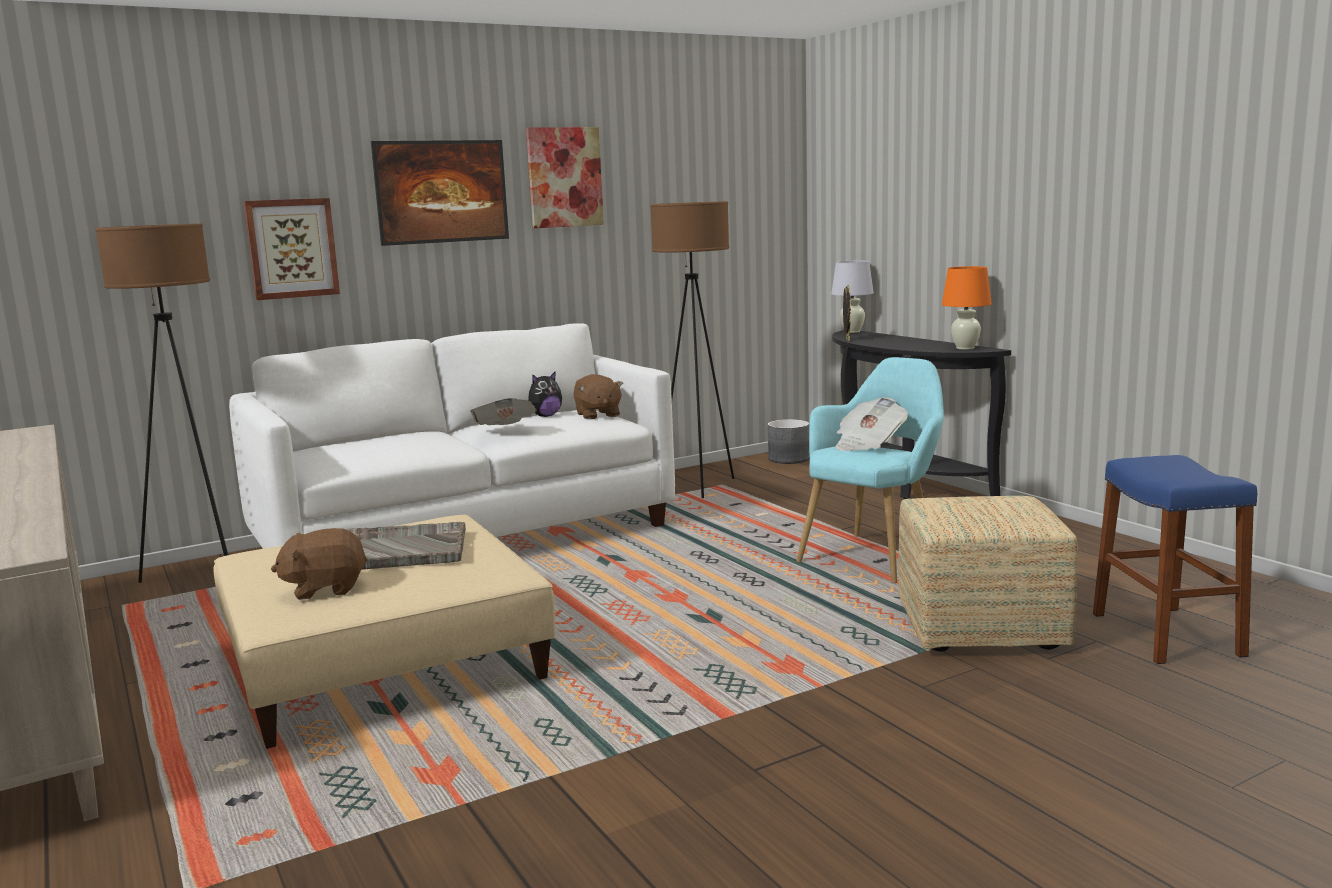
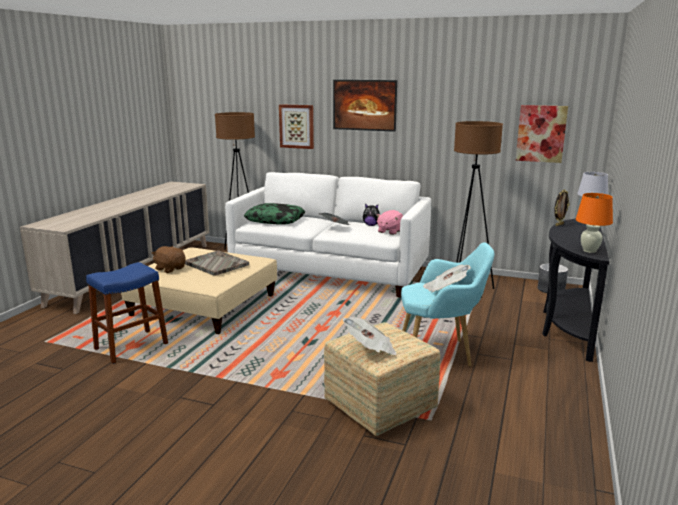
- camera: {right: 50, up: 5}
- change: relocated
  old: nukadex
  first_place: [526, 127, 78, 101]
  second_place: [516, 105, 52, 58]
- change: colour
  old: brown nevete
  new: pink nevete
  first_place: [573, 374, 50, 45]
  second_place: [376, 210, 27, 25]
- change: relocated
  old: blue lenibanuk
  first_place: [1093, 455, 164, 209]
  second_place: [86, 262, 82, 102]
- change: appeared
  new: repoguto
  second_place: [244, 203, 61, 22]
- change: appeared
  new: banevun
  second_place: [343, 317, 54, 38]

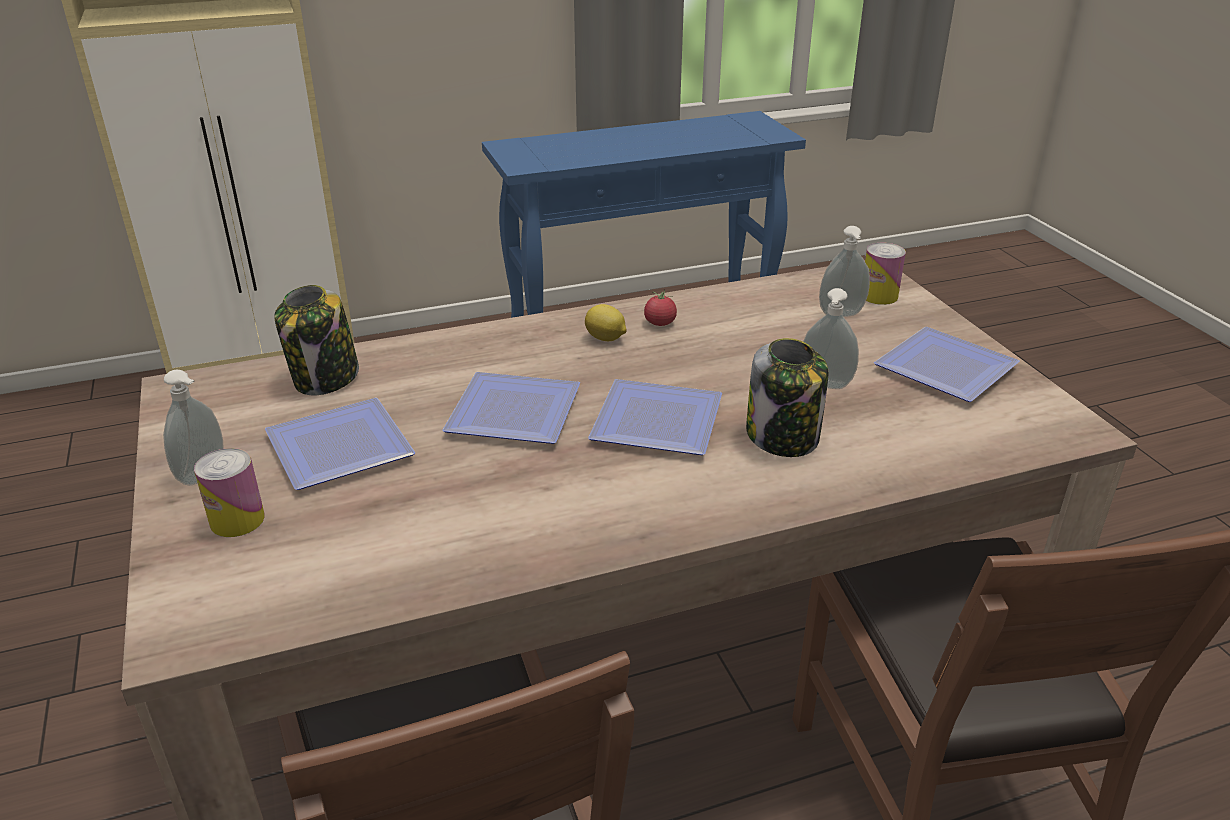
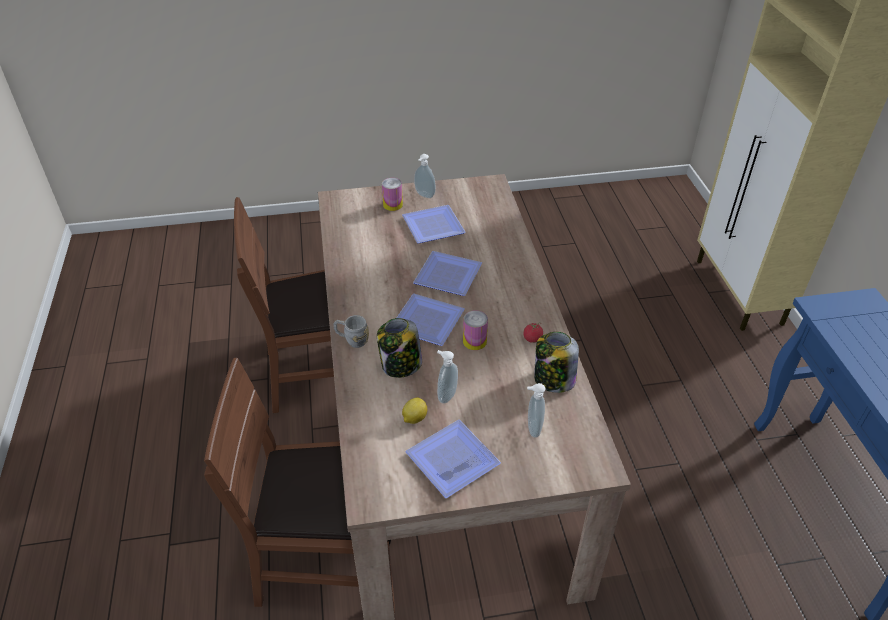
- camera: {right: 100, up: 10}
- change: relocated
  old: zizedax
  first_place: [274, 285, 85, 110]
  second_place: [534, 332, 45, 61]
- change: relocated
  old: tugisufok
  first_place: [585, 304, 41, 37]
  second_place: [402, 398, 25, 26]
- change: relocated
  old: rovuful
  first_place: [865, 243, 41, 62]
  second_place: [463, 310, 25, 40]
- change: appeared
  new: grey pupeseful
  second_place: [333, 315, 36, 33]

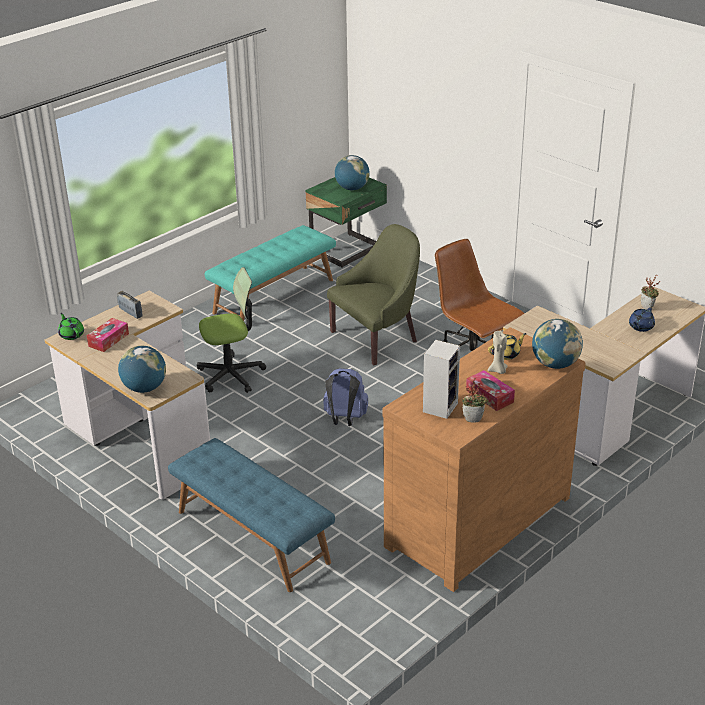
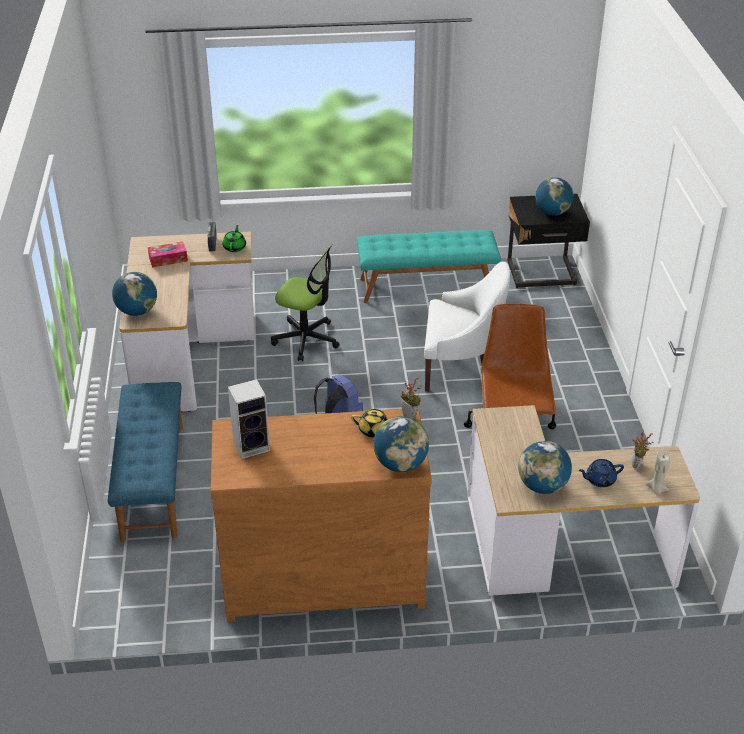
- camera: {right: 40, up: 5}
- change: relocated
  old: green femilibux
  first_place: [58, 313, 26, 27]
  second_place: [222, 225, 24, 27]
- change: colour
  old: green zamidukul
  new: black zamidukul
  first_place: [305, 177, 82, 91]
  second_place: [508, 194, 82, 94]
- change: colour
  old: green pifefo
  new: white pifefo
  first_place: [327, 224, 93, 141]
  second_place: [424, 262, 86, 130]
- change: relocated
  old: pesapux
  first_place: [462, 378, 27, 45]
  second_place: [401, 378, 20, 41]
- change: missing
  old: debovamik
  first_place: [466, 370, 49, 41]
- change: relocated
  old: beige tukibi
  first_place: [488, 331, 20, 43]
  second_place: [646, 451, 24, 44]
- change: appeared
  new: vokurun
  second_place: [518, 441, 54, 53]

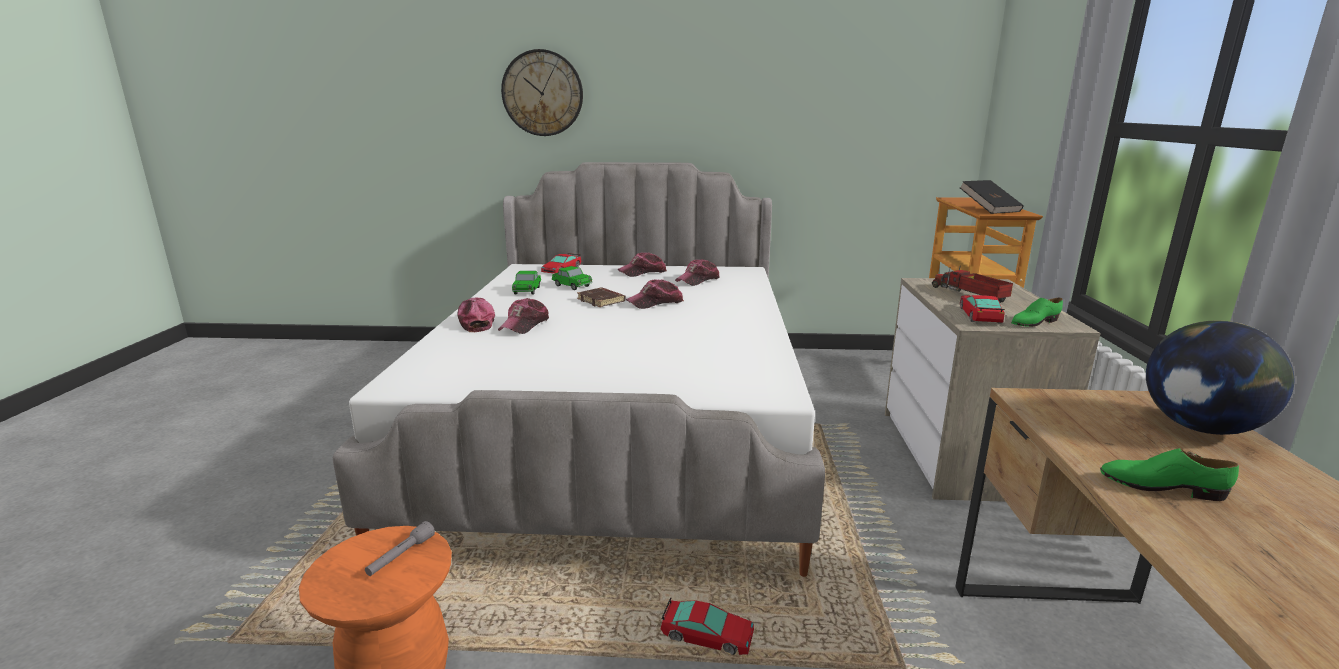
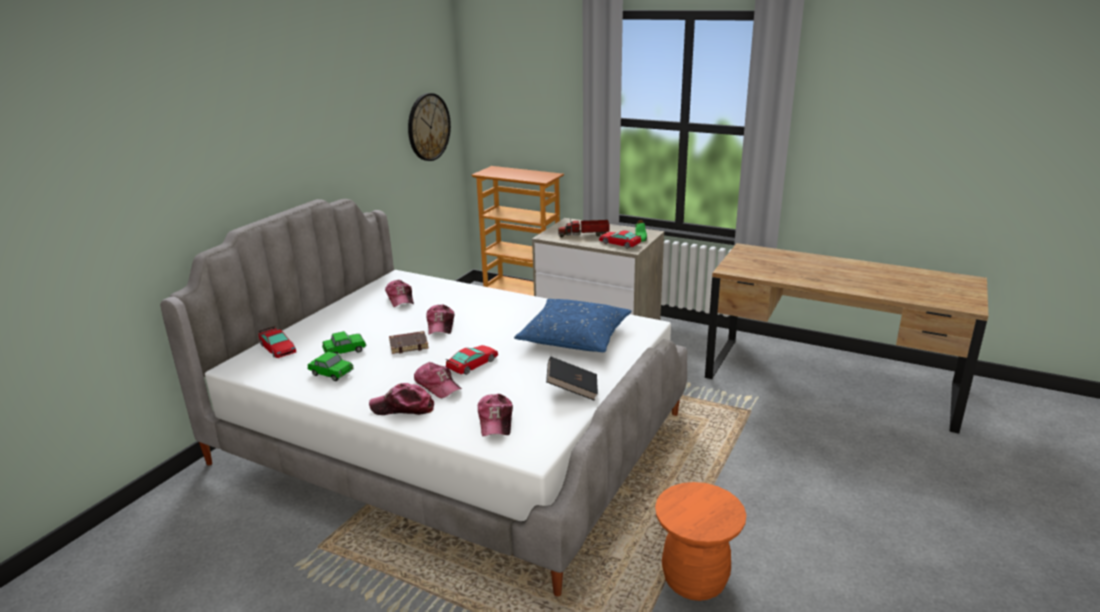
- camera: {right: -65, up: 5}
- change: missing
  old: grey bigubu
  first_place: [365, 521, 70, 55]
- change: relocated
  old: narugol
  first_place: [501, 49, 82, 87]
  second_place: [408, 93, 43, 68]
- change: relocated
  old: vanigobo
  first_place: [618, 253, 49, 24]
  second_place: [478, 394, 35, 42]
- change: relocated
  old: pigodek
  first_place: [661, 598, 93, 57]
  second_place: [446, 345, 52, 30]
- change: relocated
  old: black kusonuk
  first_place: [960, 180, 64, 34]
  second_place: [546, 357, 52, 44]
- change: missing
  old: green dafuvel
  first_place: [1100, 448, 139, 53]
- change: missing
  old: vokurun
  first_place: [1146, 320, 148, 115]
- change: appeared
  new: blue repoguto
  second_place: [514, 299, 118, 53]

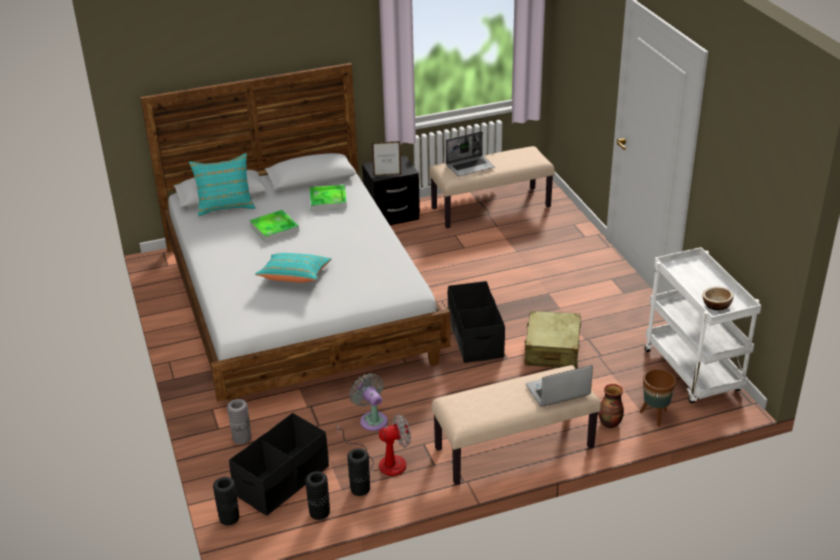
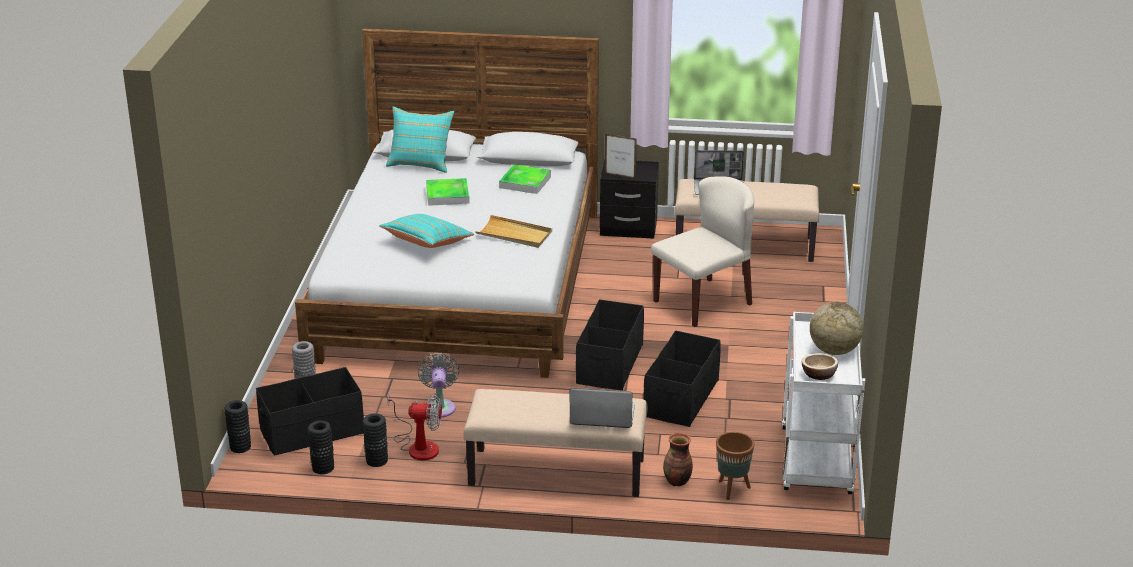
- camera: {right: 25, up: -5}
- change: exchanged
  old: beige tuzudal
  new: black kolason
  first_place: [525, 311, 56, 58]
  second_place: [643, 330, 78, 97]
- change: appeared
  new: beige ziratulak
  second_place: [475, 215, 77, 33]
- change: appeared
  new: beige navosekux
  second_place: [651, 176, 103, 151]
- change: appeared
  new: vokurun
  second_place: [810, 302, 54, 53]

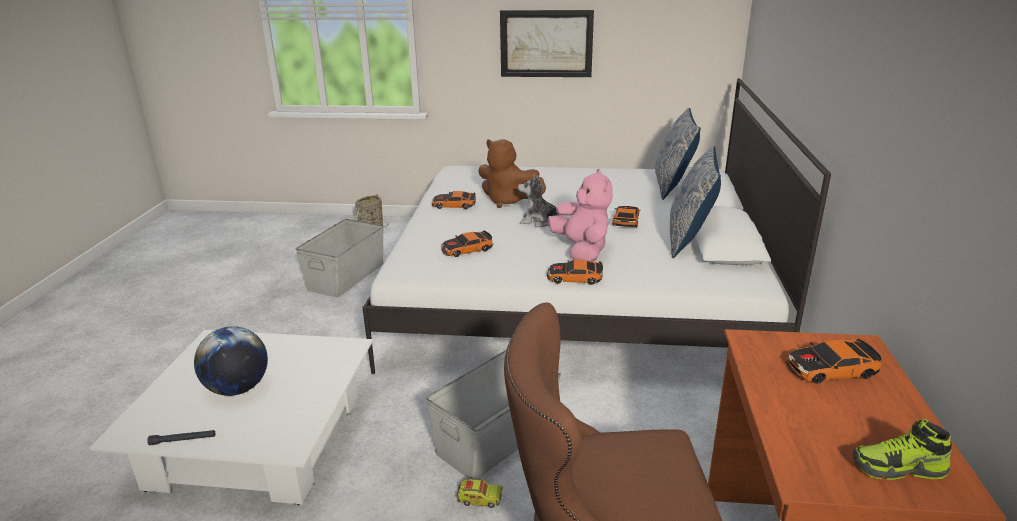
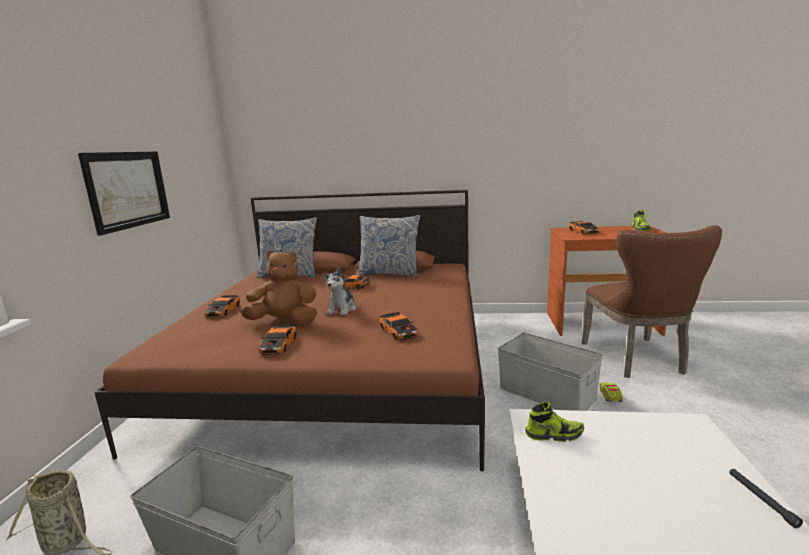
- camera: {right: -90, up: -10}
- change: missing
  old: vokurun
  first_place: [194, 326, 74, 70]
- change: colour
  old: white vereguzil
  new: brown vereguzil
  first_place: [362, 78, 469, 296]
  second_place: [94, 190, 391, 281]
- change: spun
  old: brown nevete
  first_place: [478, 139, 68, 69]
  second_place: [240, 250, 77, 74]
  degrees: -120
- change: relocated
  old: pigodek
  first_place: [547, 260, 56, 25]
  second_place: [205, 295, 35, 22]
- change: missing
  old: pink nevete
  first_place: [548, 169, 65, 93]
- change: appeared
  new: dafuvel
  second_place: [525, 402, 59, 40]

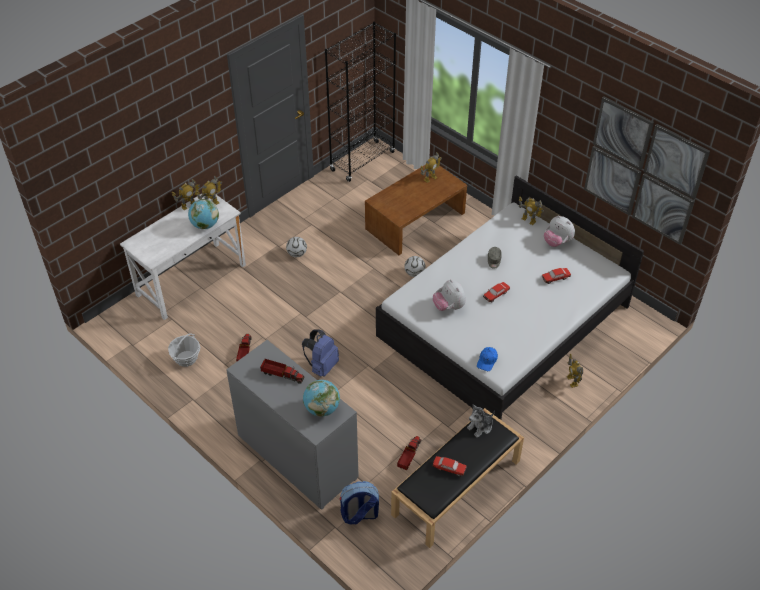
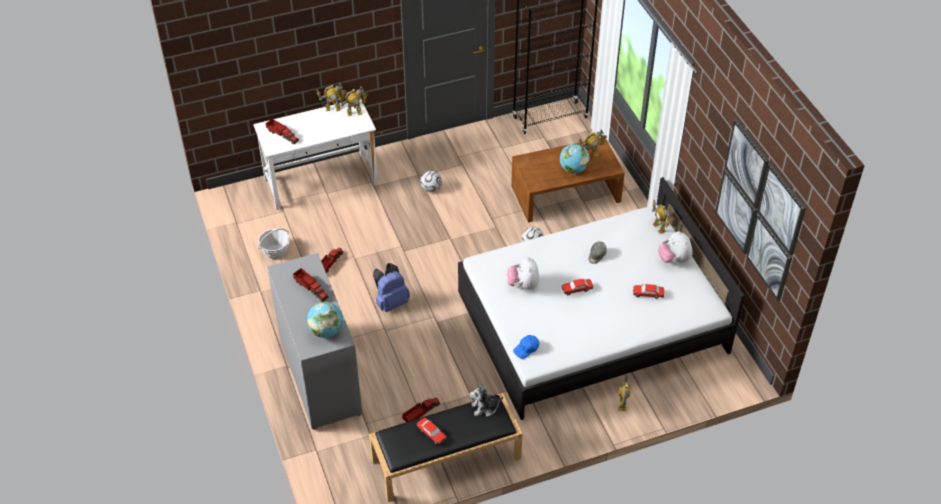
- camera: {right: 25, up: 0}
- change: relocated
  old: vokurun
  first_place: [188, 199, 31, 30]
  second_place: [560, 143, 30, 31]
- change: missing
  old: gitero
  first_place: [340, 481, 39, 43]
- change: appeared
  new: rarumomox
  second_place: [266, 119, 33, 26]

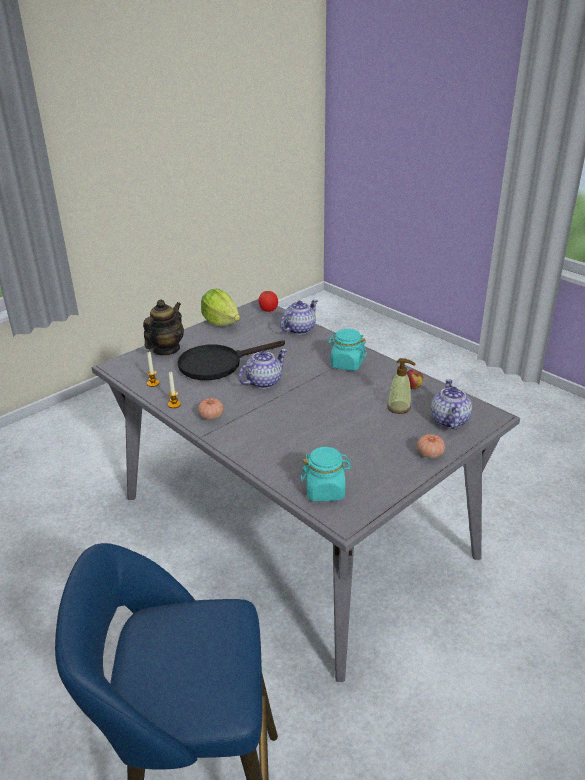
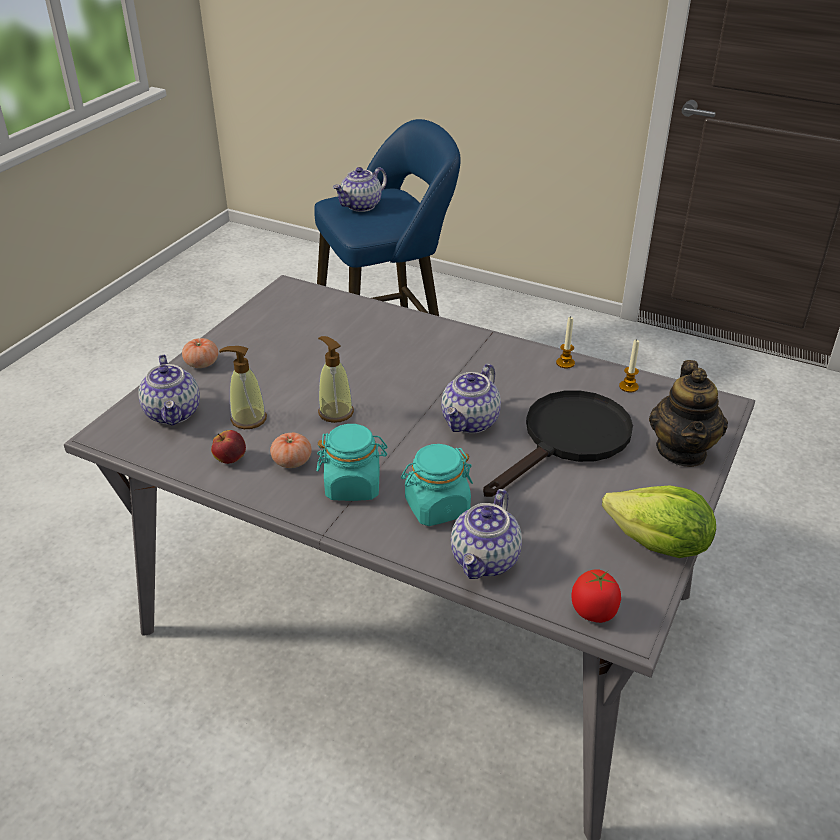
- camera: {right: 160, up: 5}
- change: relocated
  old: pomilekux
  first_place: [198, 398, 26, 22]
  second_place: [270, 433, 42, 35]
- change: relocated
  old: turquoise zizedax
  first_place: [301, 447, 51, 54]
  second_place: [401, 444, 72, 82]
- change: appeared
  new: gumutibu
  second_place: [318, 336, 36, 87]
- change: appeared
  new: femilibux
  second_place: [333, 167, 54, 45]

